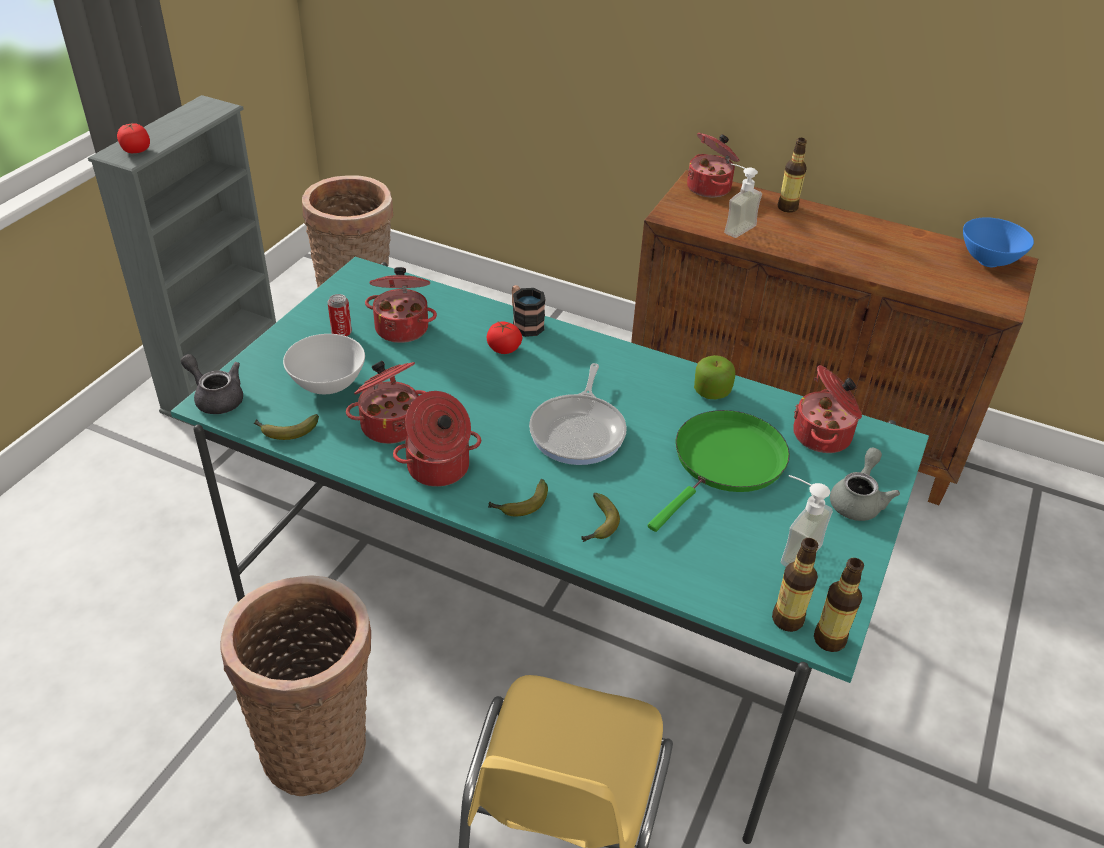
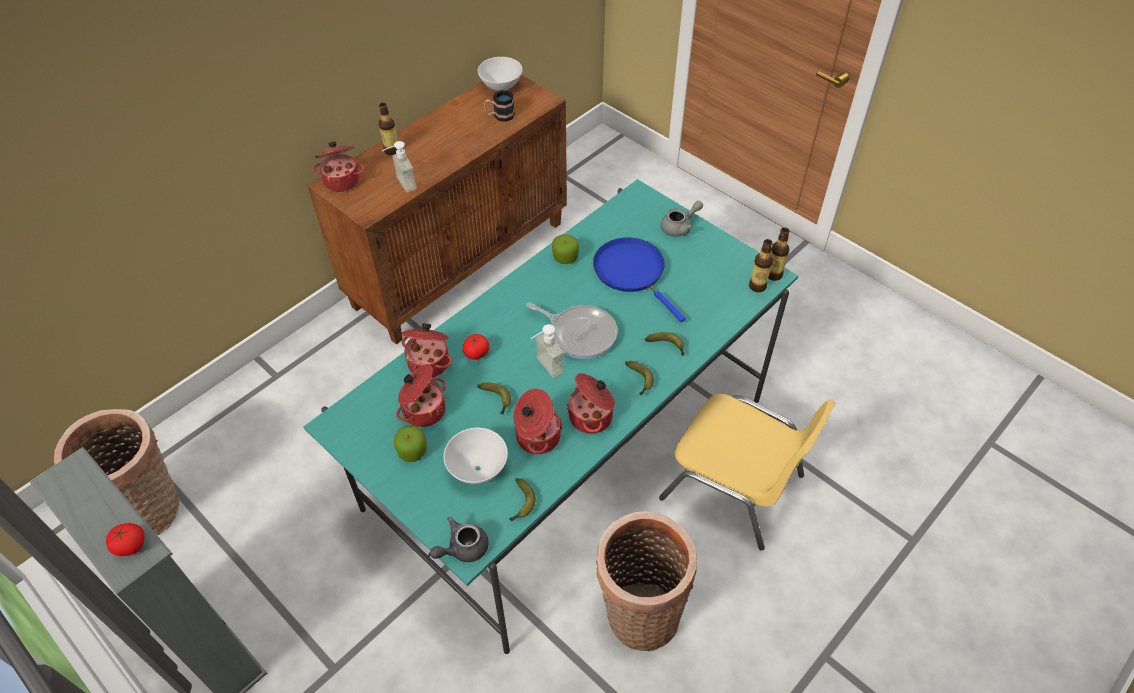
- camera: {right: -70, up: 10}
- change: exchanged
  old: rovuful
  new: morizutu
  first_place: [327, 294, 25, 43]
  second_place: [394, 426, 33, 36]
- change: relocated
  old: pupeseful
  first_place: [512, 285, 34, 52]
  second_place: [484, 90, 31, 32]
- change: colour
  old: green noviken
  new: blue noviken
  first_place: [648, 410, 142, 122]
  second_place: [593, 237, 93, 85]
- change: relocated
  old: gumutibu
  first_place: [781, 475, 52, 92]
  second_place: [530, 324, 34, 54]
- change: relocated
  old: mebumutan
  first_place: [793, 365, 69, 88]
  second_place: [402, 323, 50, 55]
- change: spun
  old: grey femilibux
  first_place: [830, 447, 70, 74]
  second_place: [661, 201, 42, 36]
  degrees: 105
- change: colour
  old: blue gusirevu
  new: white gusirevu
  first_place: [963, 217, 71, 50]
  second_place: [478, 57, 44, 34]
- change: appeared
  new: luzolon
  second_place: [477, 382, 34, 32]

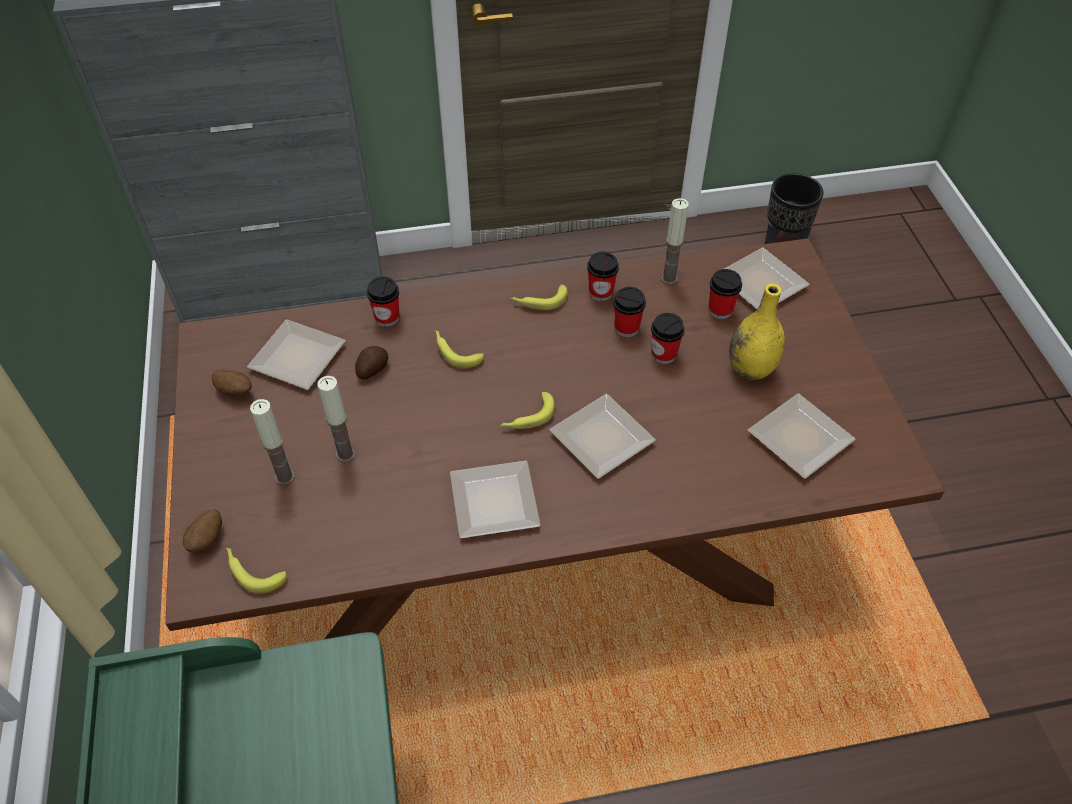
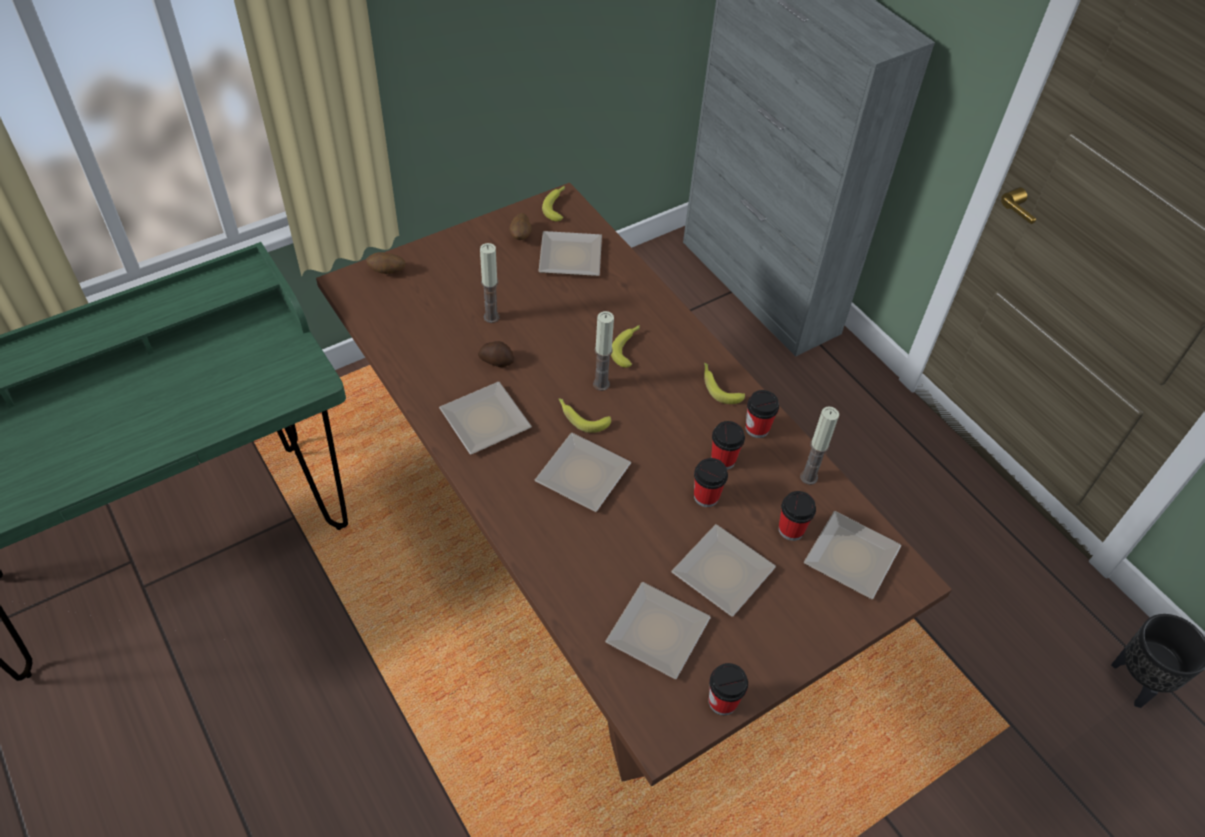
- camera: {right: 65, up: 0}
- change: relocated
  old: luzolon
  first_place: [226, 548, 61, 46]
  second_place: [542, 186, 23, 35]
- change: relocated
  old: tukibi
  first_place: [250, 399, 45, 87]
  second_place: [593, 311, 21, 80]
- change: relocated
  old: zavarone
  first_place: [355, 346, 33, 34]
  second_place: [478, 341, 36, 26]
- change: relocated
  old: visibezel
  first_place: [367, 276, 32, 51]
  second_place: [709, 663, 39, 52]
- change: exchanged
  old: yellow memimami
  new: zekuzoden
  first_place: [729, 283, 56, 97]
  second_place: [671, 524, 105, 93]

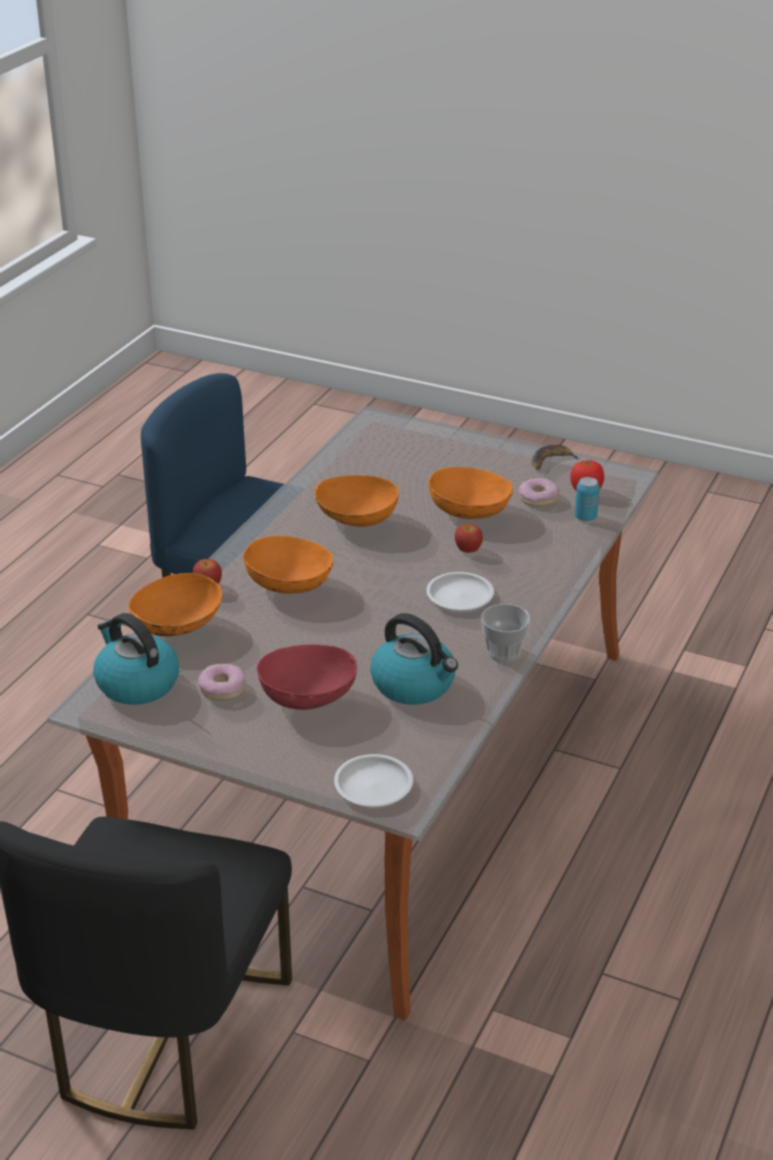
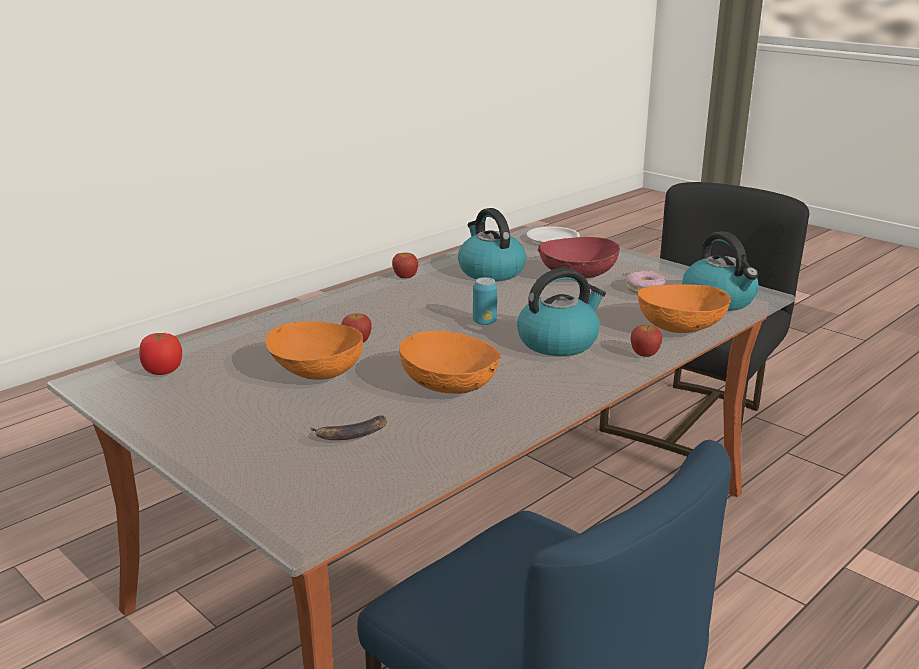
- camera: {right: -160, up: -10}
- change: exchanged
  old: orange gusirevu
  new: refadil
  first_place: [244, 536, 89, 58]
  second_place: [517, 268, 89, 88]
- change: missing
  old: white zekuzoden
  first_place: [427, 572, 67, 38]
- change: exchanged
  old: visibezel
  new: morizutu
  first_place: [481, 604, 49, 59]
  second_place: [392, 253, 26, 26]
- change: missing
  old: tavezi
  first_place: [519, 478, 41, 29]
- change: relocated
  old: luzolon
  first_place: [532, 445, 49, 25]
  second_place: [310, 415, 77, 25]
- change: relocated
  old: rovuful
  first_place: [575, 477, 25, 44]
  second_place: [473, 277, 24, 48]

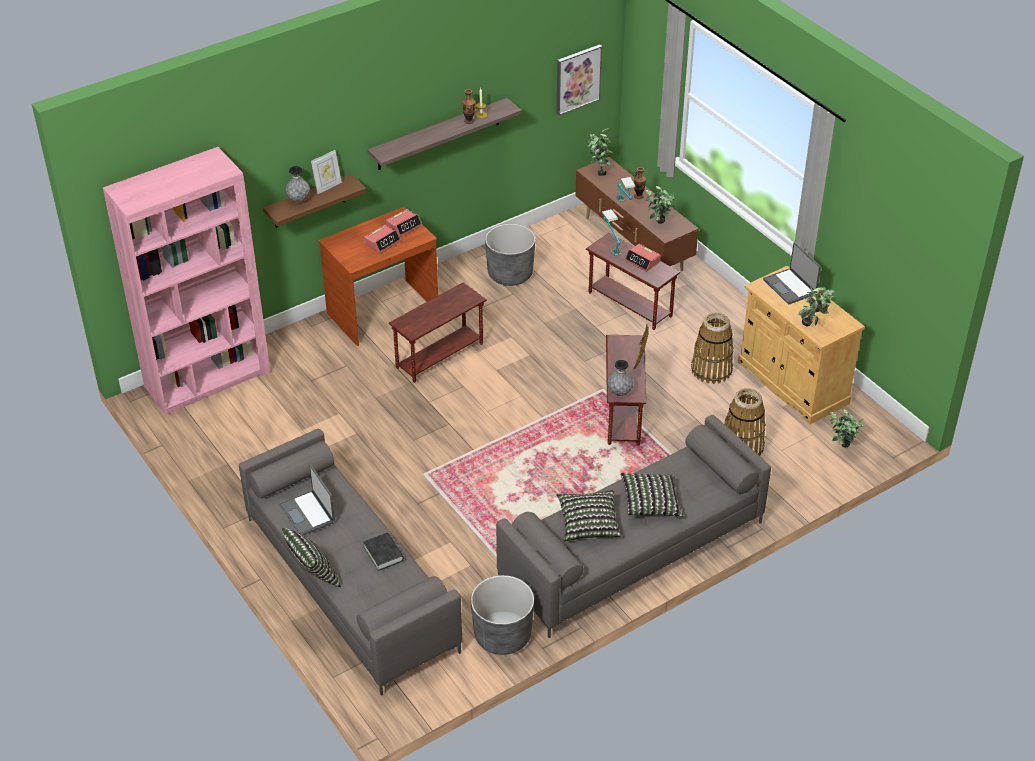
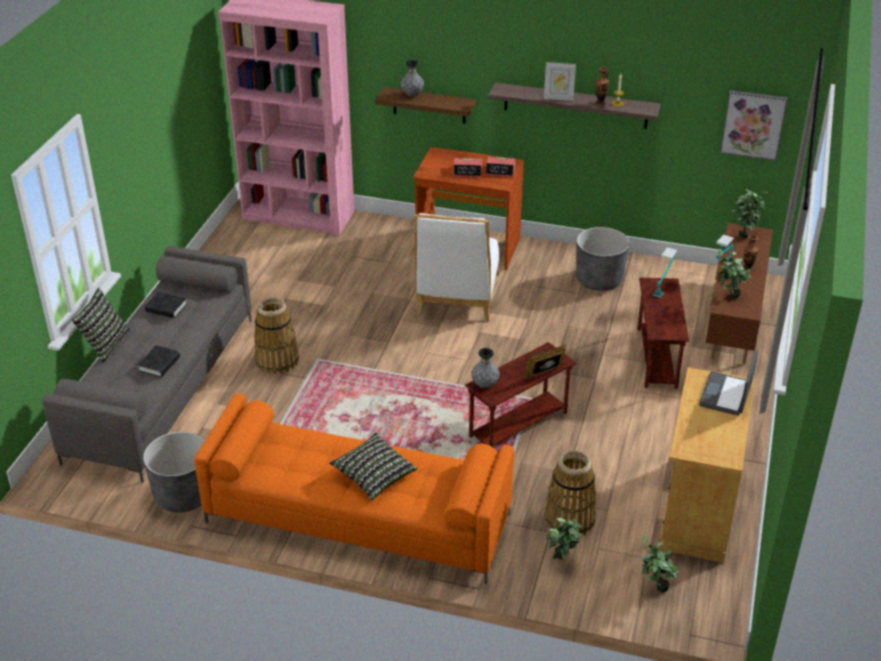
- camera: {right: 50, up: -5}
- change: exchanged
  old: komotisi
  new: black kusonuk
  first_place: [280, 465, 55, 70]
  second_place: [145, 292, 42, 26]
- change: relocated
  old: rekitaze
  first_place: [311, 150, 31, 44]
  second_place: [544, 62, 32, 39]
- change: exchanged
  old: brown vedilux
  new: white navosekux
  first_place: [388, 282, 99, 101]
  second_place: [414, 213, 86, 109]
- change: colour
  old: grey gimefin
  new: orange gimefin
  first_place: [496, 415, 275, 223]
  second_place: [194, 393, 320, 191]
- change: missing
  old: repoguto
  first_place: [557, 490, 64, 51]
- change: missing
  old: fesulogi
  first_place: [625, 244, 36, 28]
- change: relocated
  old: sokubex
  first_place: [691, 313, 43, 71]
  second_place: [254, 298, 45, 77]
- change: relocated
  old: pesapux
  first_place: [798, 286, 37, 40]
  second_place: [546, 517, 36, 42]

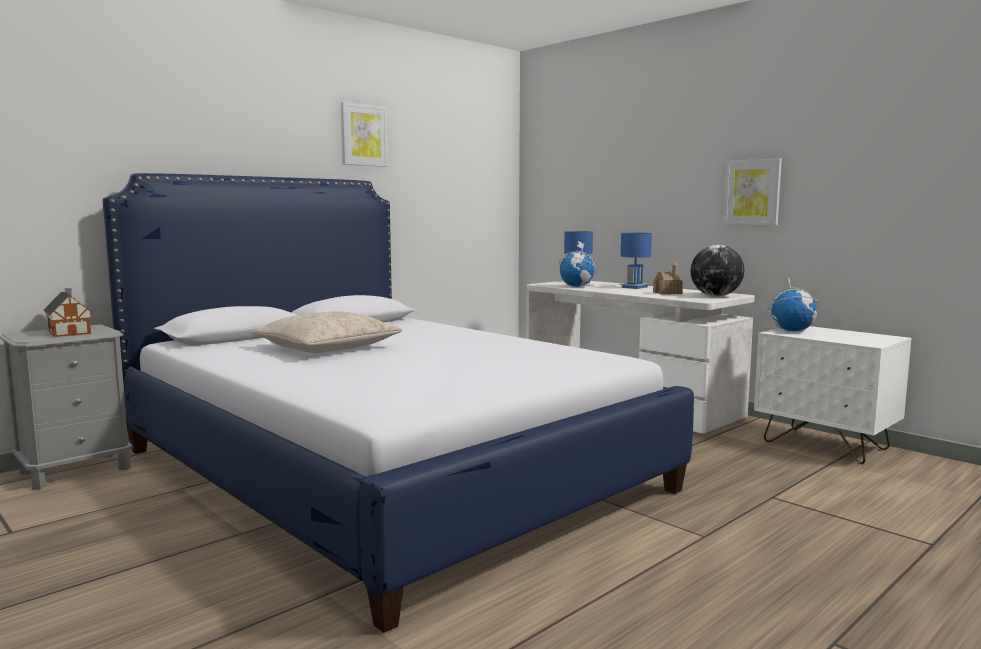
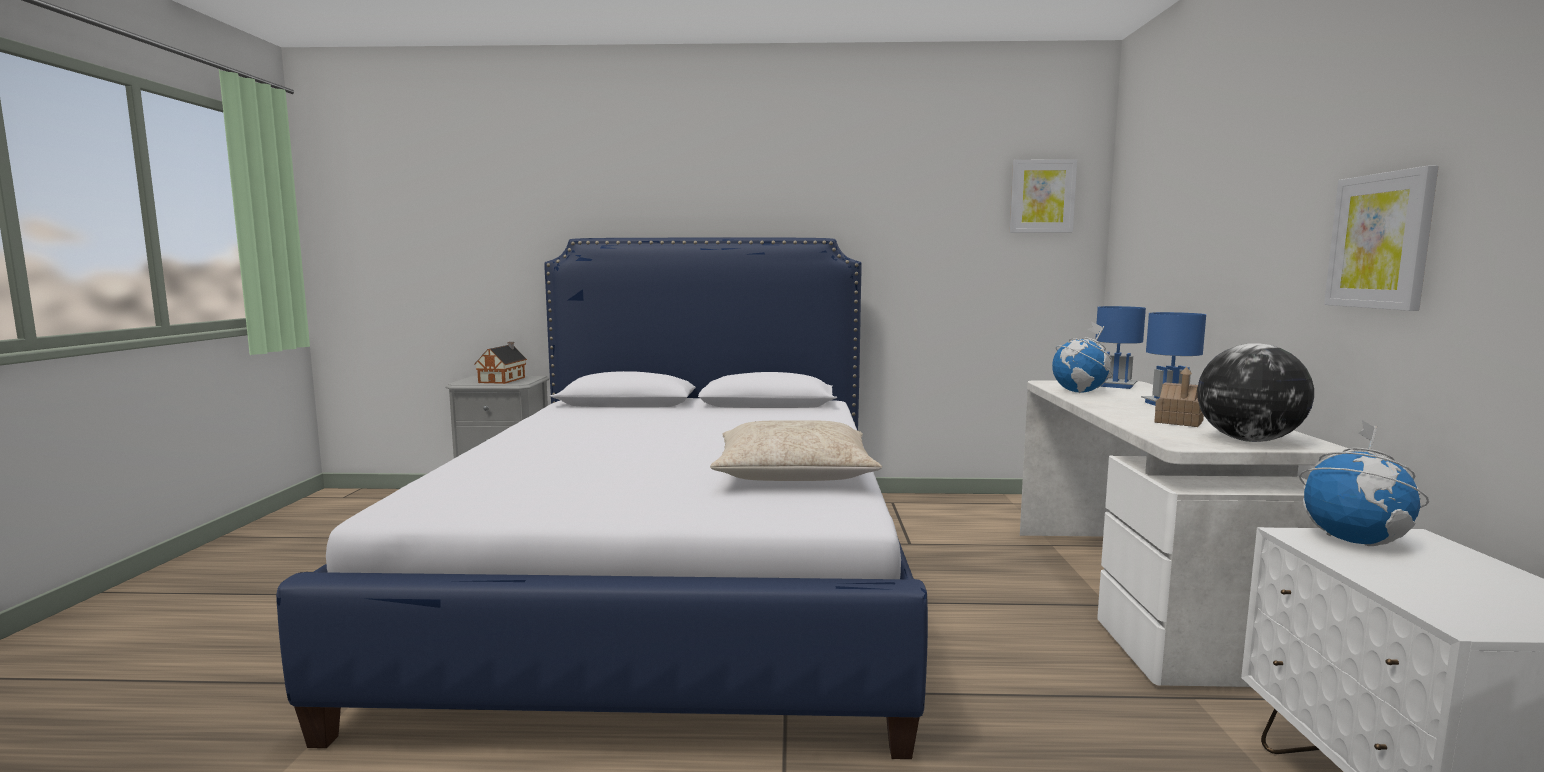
- camera: {right: 45, up: 0}
- change: relocated
  old: beige repoguto
  first_place: [252, 311, 150, 42]
  second_place: [710, 420, 172, 61]
- change: relocated
  old: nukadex
  first_place: [341, 102, 47, 65]
  second_place: [1010, 159, 67, 74]

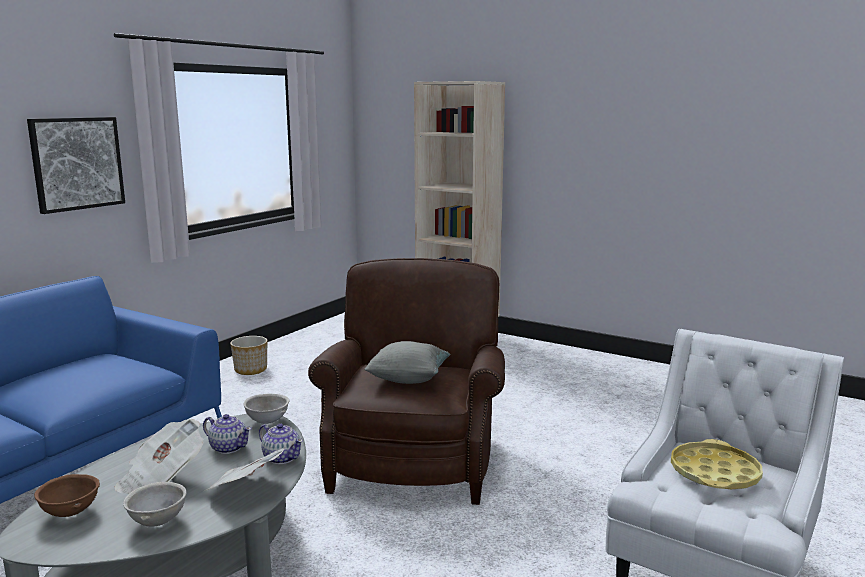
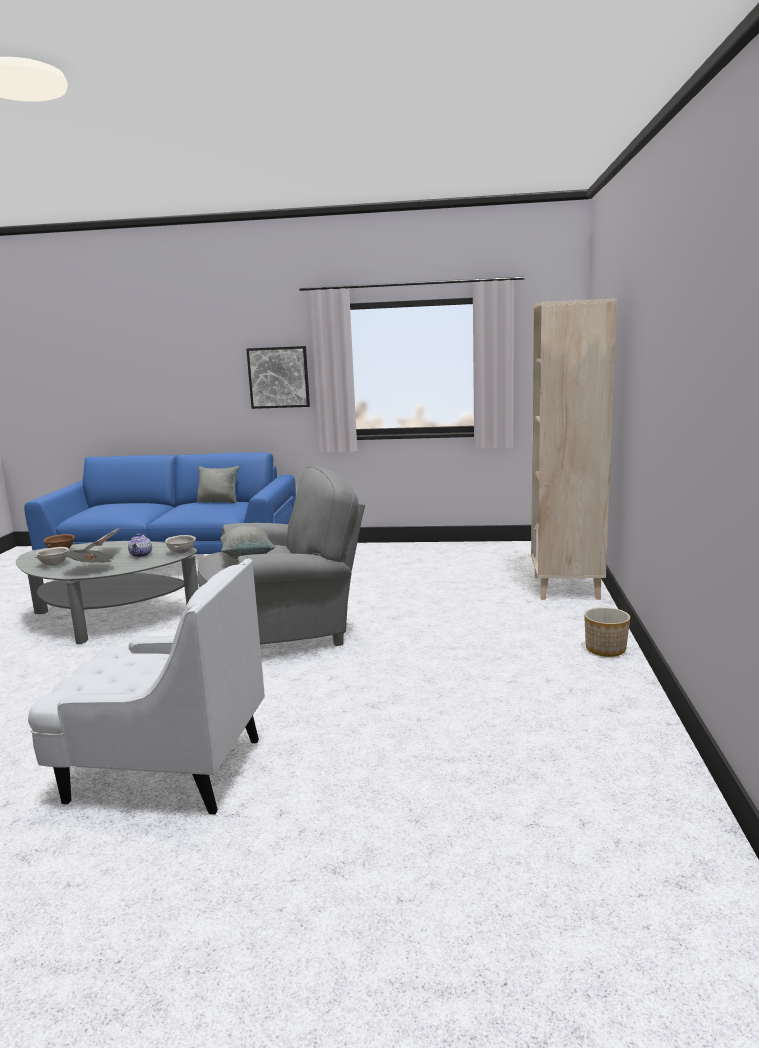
- camera: {right: 65, up: 0}
- change: relocated
  old: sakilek
  first_place: [230, 336, 37, 39]
  second_place: [584, 607, 46, 50]
- change: missing
  old: femilibux
  first_place: [259, 423, 44, 41]
- change: colour
  old: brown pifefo
  new: grey pifefo
  first_place: [308, 258, 197, 247]
  second_place: [197, 466, 168, 180]
- change: missing
  old: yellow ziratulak
  first_place: [671, 439, 92, 50]
- change: appeared
  new: grey repoguto
  second_place: [197, 466, 42, 37]

